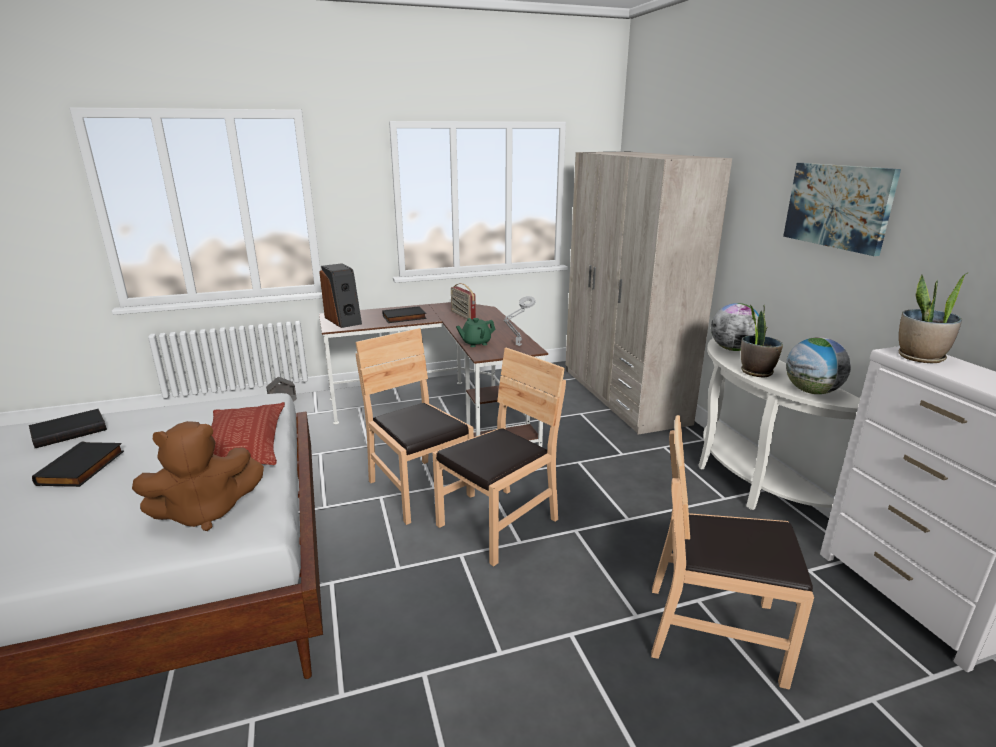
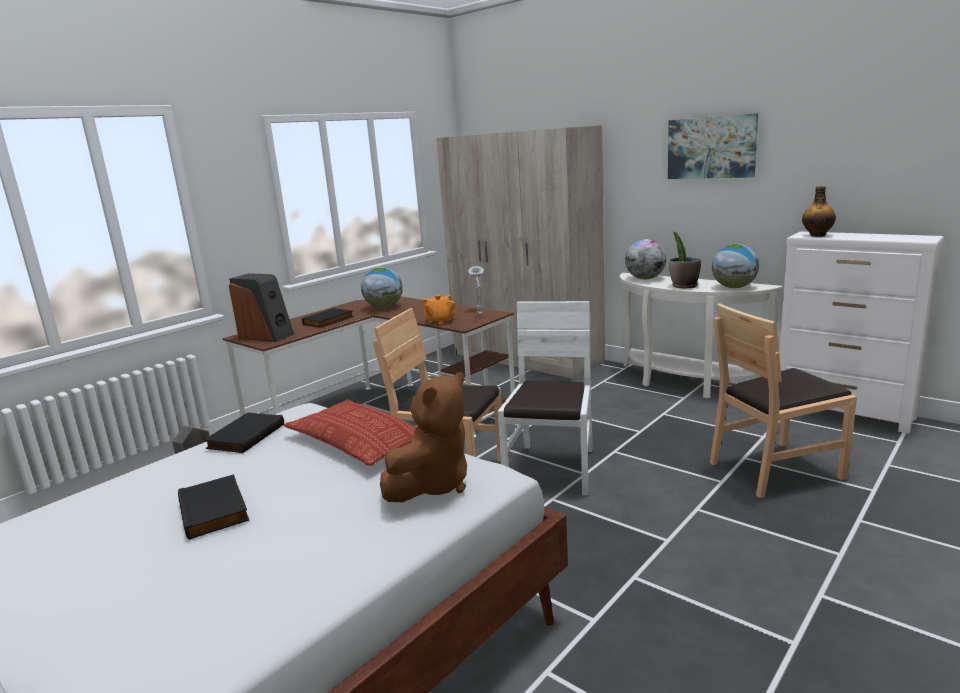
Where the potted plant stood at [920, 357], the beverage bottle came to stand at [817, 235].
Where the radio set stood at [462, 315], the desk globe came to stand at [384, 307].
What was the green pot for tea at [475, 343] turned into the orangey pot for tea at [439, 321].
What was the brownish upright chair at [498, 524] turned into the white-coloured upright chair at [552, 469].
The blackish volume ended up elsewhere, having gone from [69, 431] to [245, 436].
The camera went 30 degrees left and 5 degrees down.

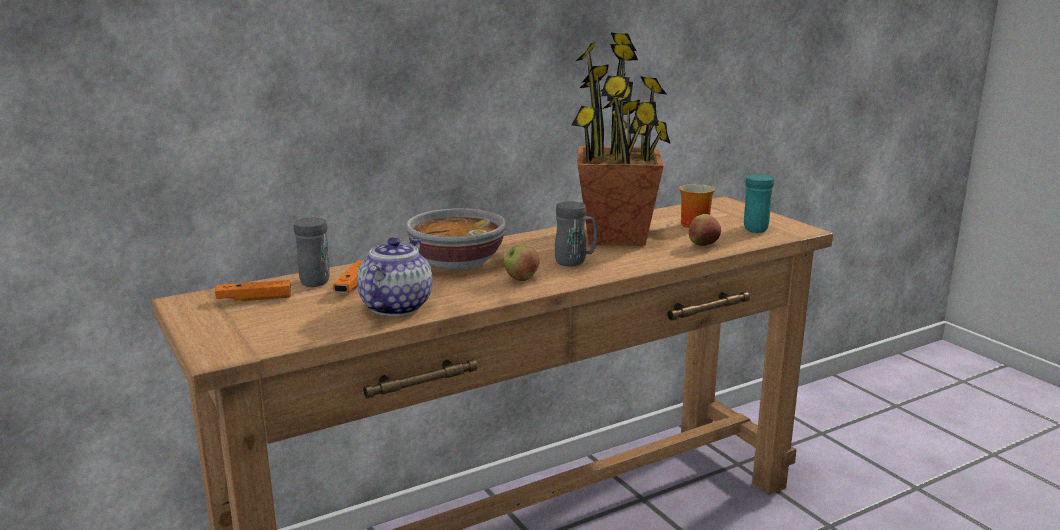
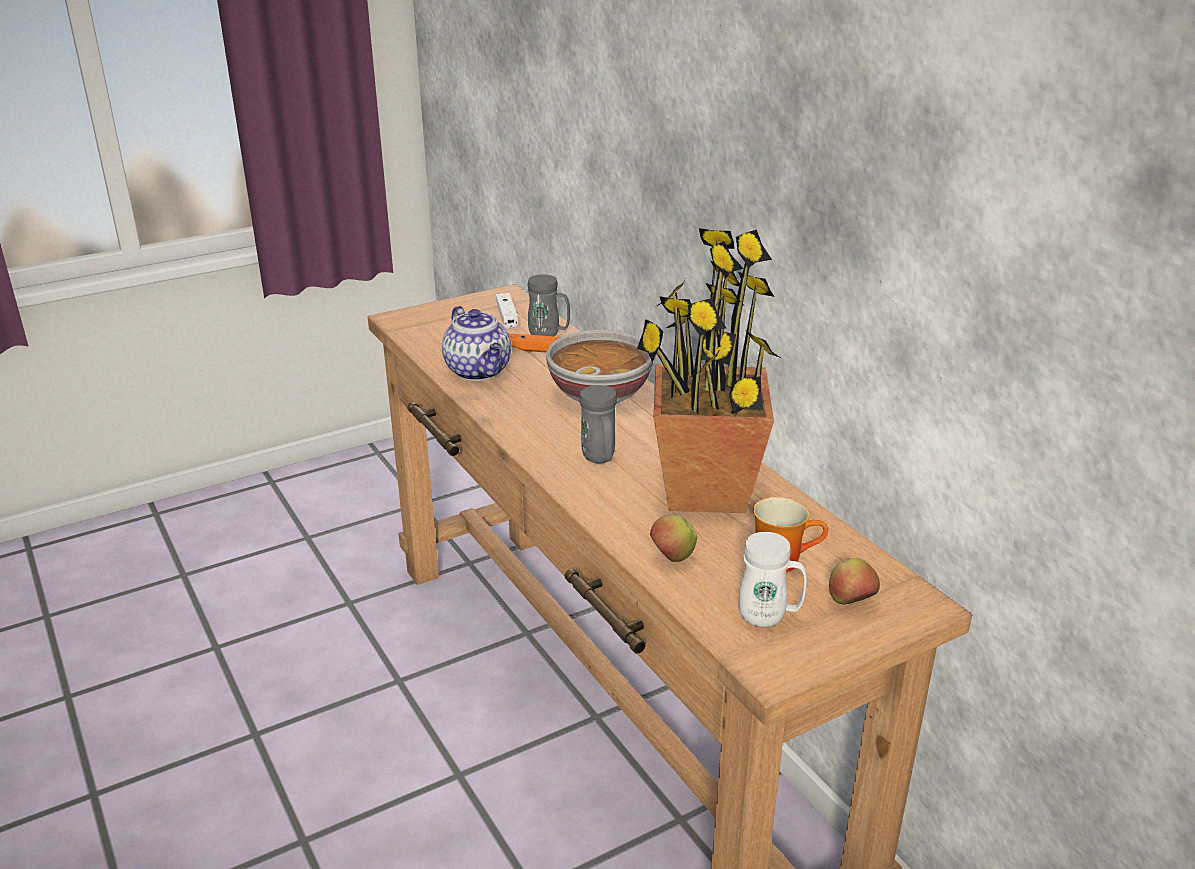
What was the turquoise coffee mug at [755, 228] turned into the white-coloured coffee mug at [769, 617].
The pot for tea at [396, 306] ended up facing another way, 45 degrees clockwise from before.
The apple fruit ended up elsewhere, having gone from [521, 280] to [851, 603].
What was the orangey gamepad at [254, 299] turned into the white-coloured gamepad at [507, 316].
The camera went 90 degrees right and 10 degrees up.

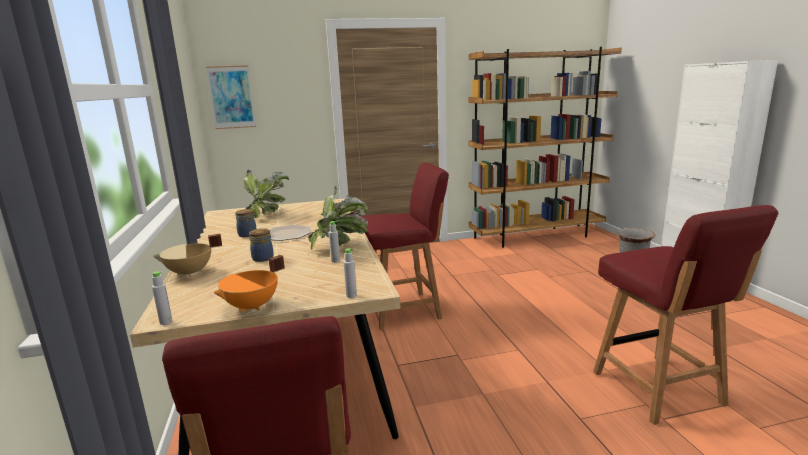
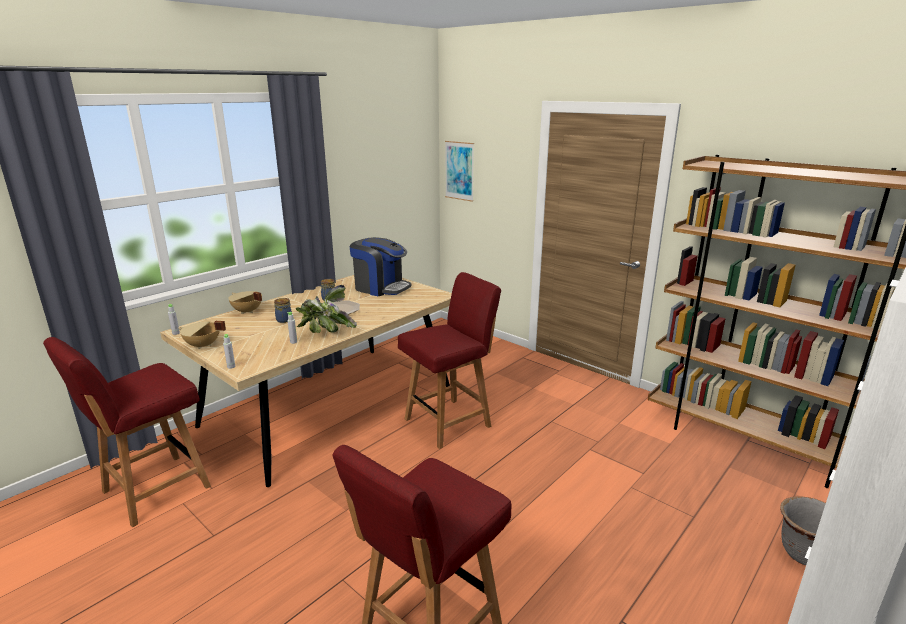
The red upright chair at [405, 310] ended up facing another way, 75 degrees counterclockwise from before.
Where the potted plant stood at [267, 215], the coffee machine came to stand at [381, 288].
What was the orangey cooking pot at [253, 307] turned into the beige cooking pot at [203, 346].
The camera went 55 degrees right and 5 degrees up.

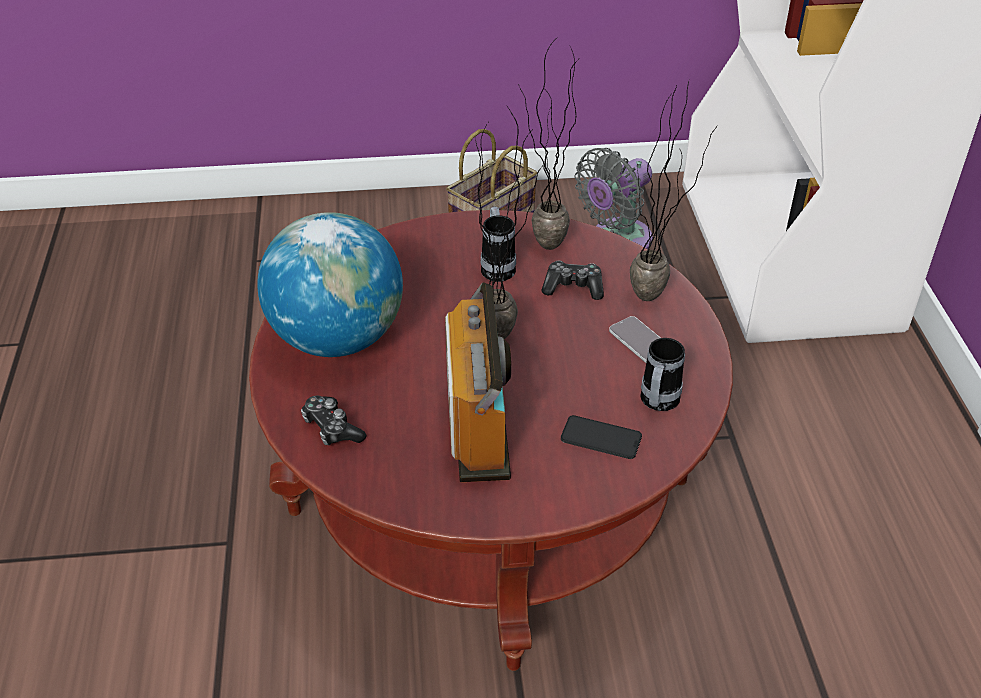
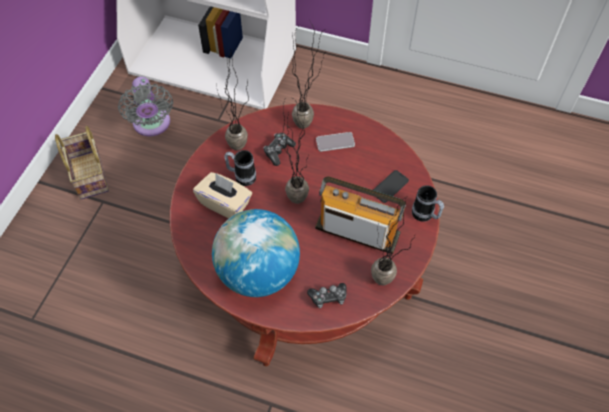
The coffee mug ended up elsewhere, having gone from [657, 403] to [425, 216].
The second view gained the beige tissue holder at [225, 204].
The second view gained the potted plant at [383, 287].
The camera went 65 degrees left and 15 degrees up.

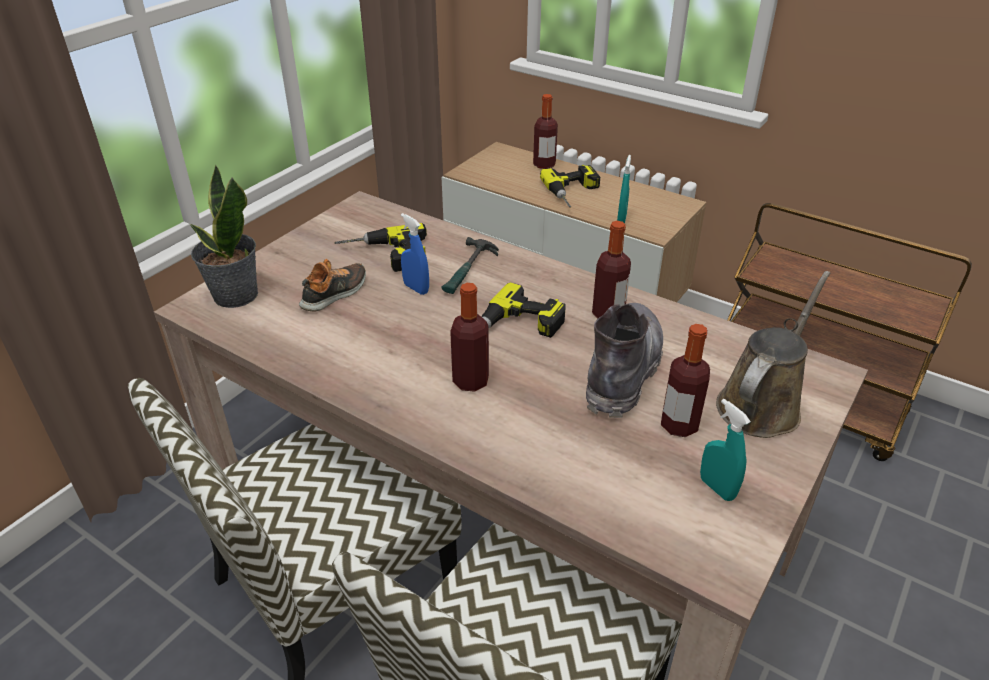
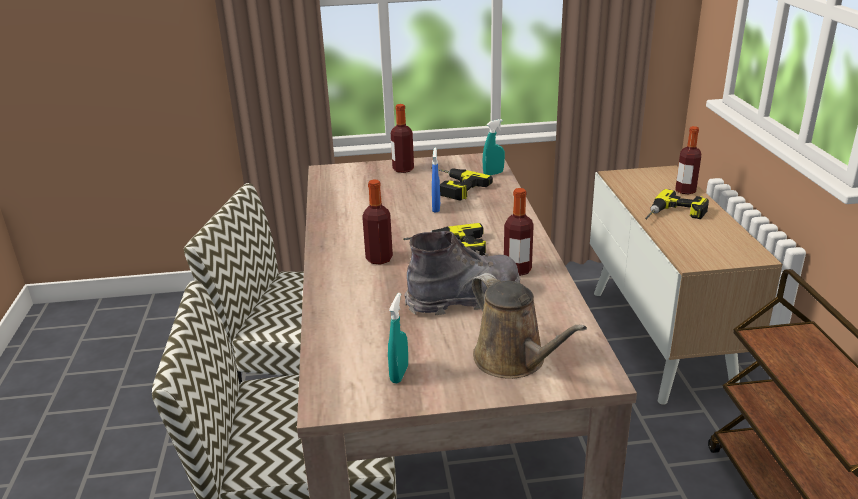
The turquoise sprayer ended up elsewhere, having gone from [621, 219] to [493, 174].
The second view lost the potted plant at [235, 295].
The second view lost the hand hammer at [468, 270].
The second view lost the item of footwear at [335, 293].
The brownish sprinkling can at [762, 404] ended up facing another way, 60 degrees clockwise from before.
The beverage bottle ended up elsewhere, having gone from [679, 425] to [403, 169].
The camera went 50 degrees right and 10 degrees down.

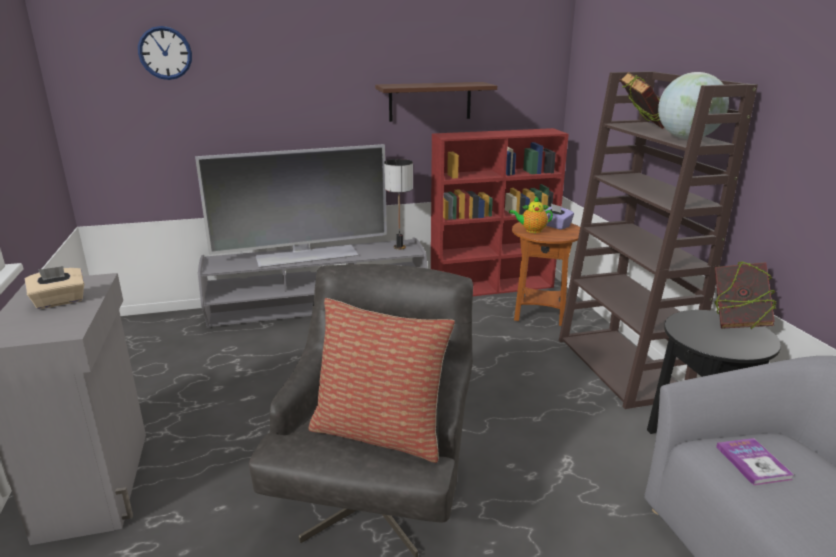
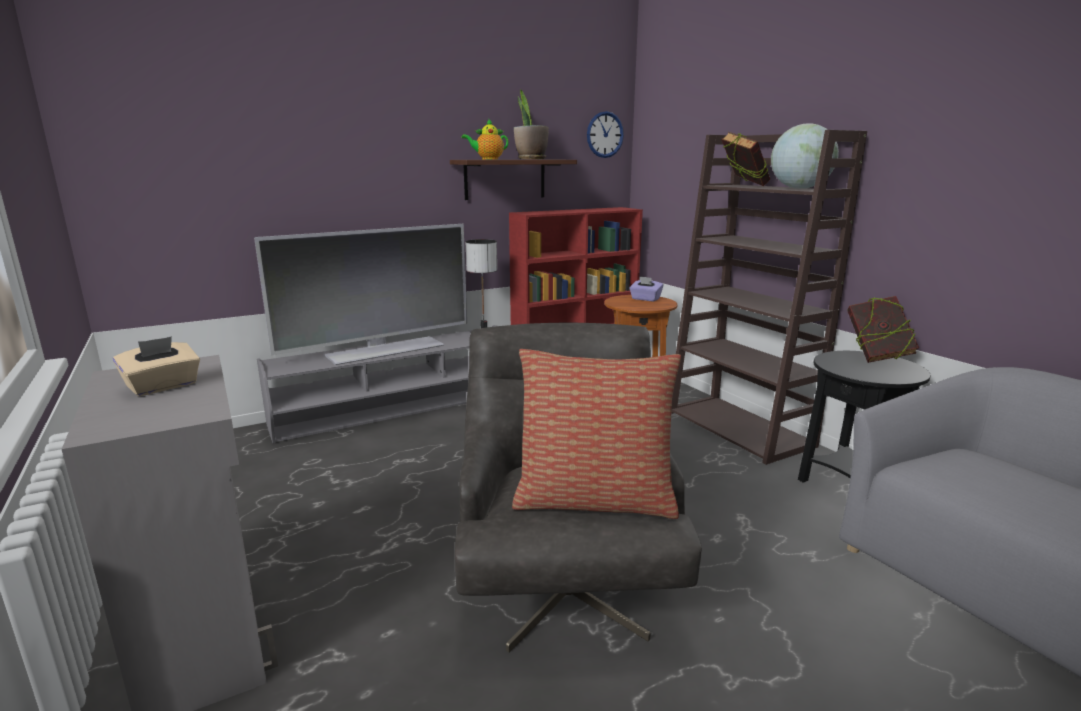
The hanging clock ended up elsewhere, having gone from [165, 53] to [605, 134].
The pot for tea ended up elsewhere, having gone from [531, 230] to [488, 159].
The second view lost the volume at [753, 463].
The second view gained the potted plant at [531, 159].
The camera went 15 degrees left and 5 degrees down.

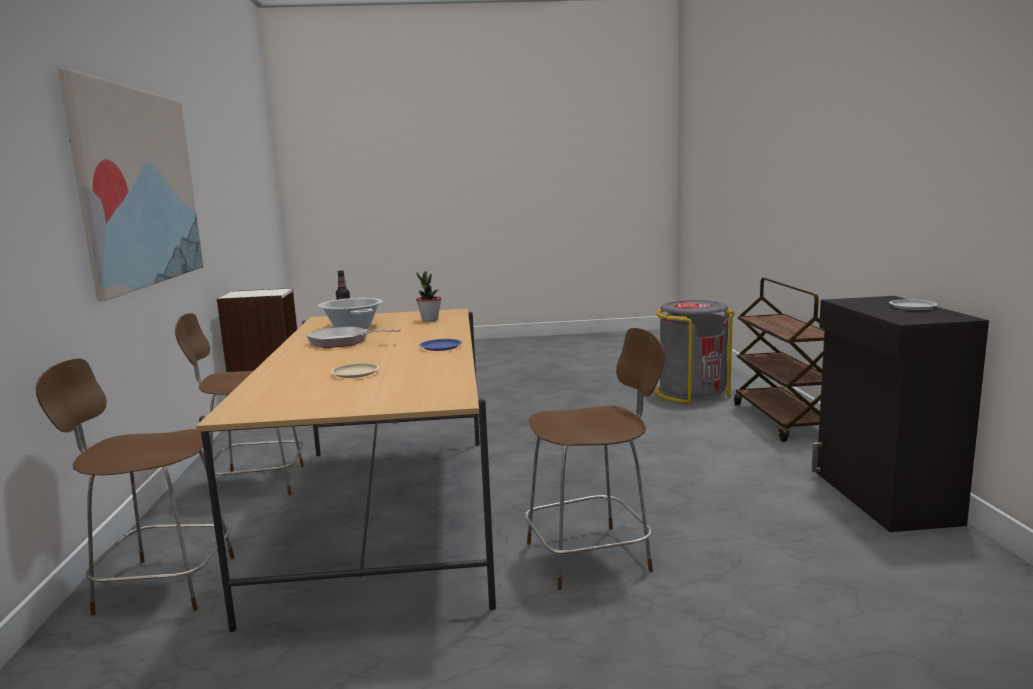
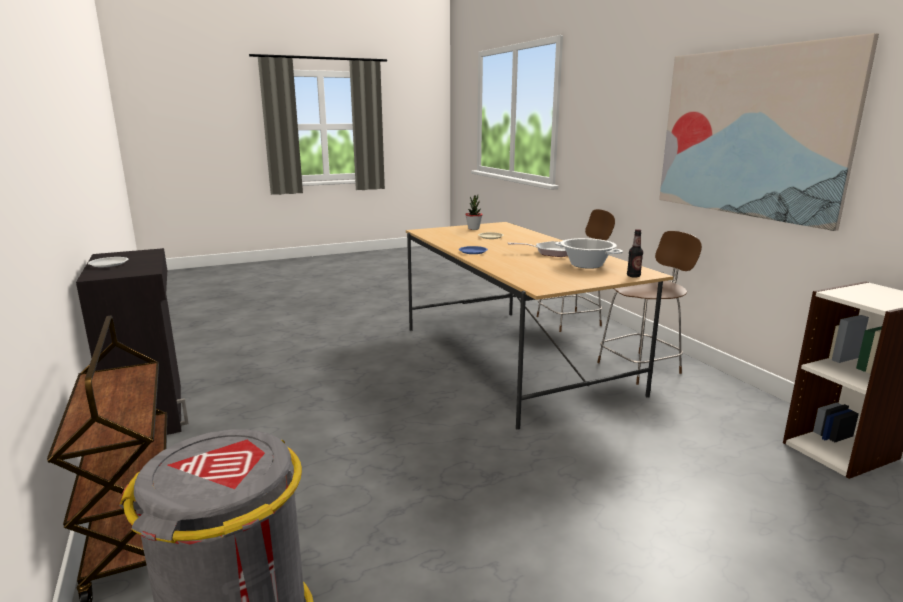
The potted plant ended up elsewhere, having gone from [430, 320] to [473, 229].
The second view lost the brownish upright chair at [592, 555].
The camera went 160 degrees right and 5 degrees up.

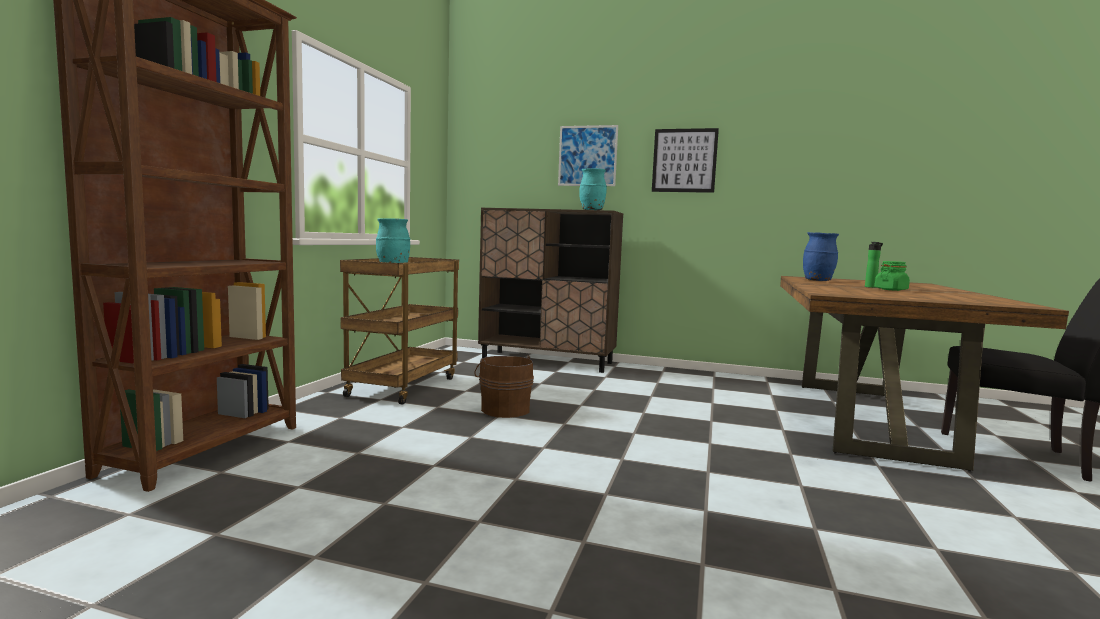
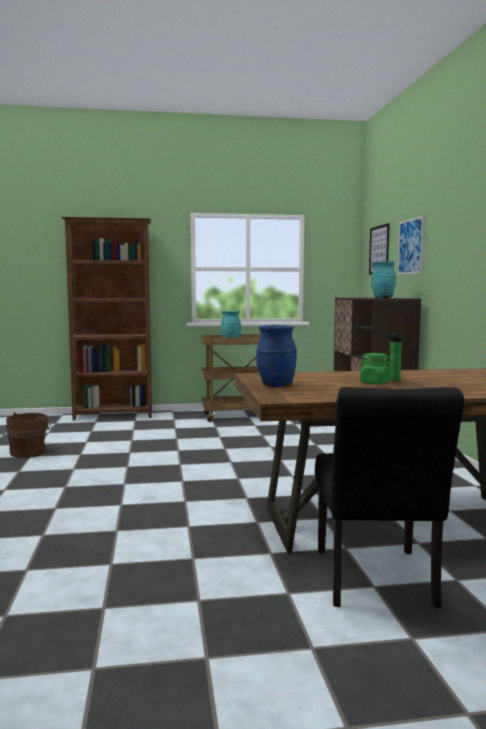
The wall art ended up elsewhere, having gone from [684, 160] to [379, 250].
The bluish decorative vase ended up elsewhere, having gone from [818, 280] to [276, 386].
The brownish water bucket ended up elsewhere, having gone from [504, 409] to [30, 452].
The camera went 65 degrees right and 0 degrees up.

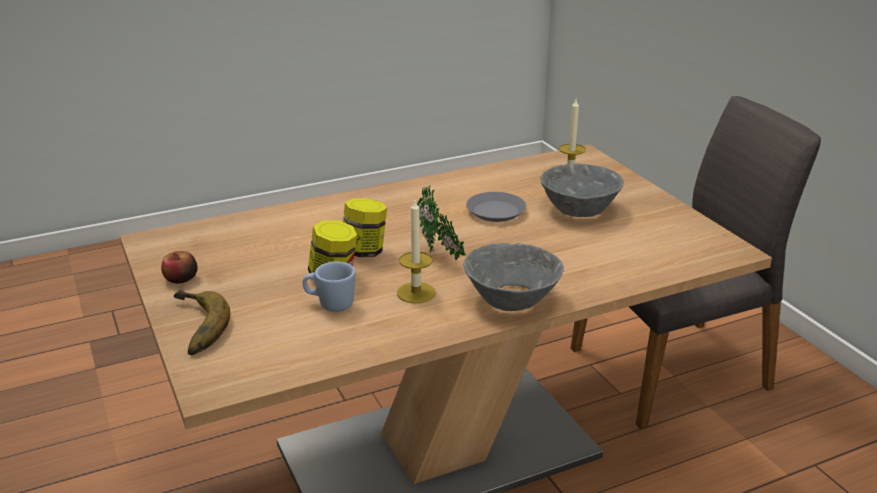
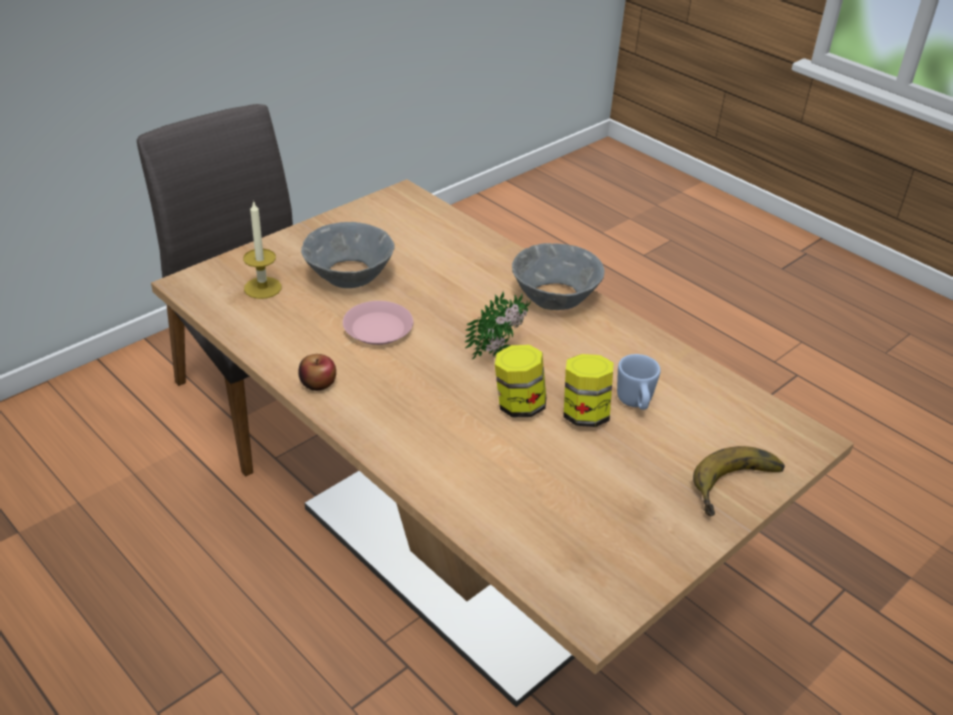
What was the gray plate at [496, 211] turned into the pink plate at [377, 328].
The second view lost the wax light at [416, 293].
The apple fruit ended up elsewhere, having gone from [181, 279] to [318, 383].
The camera went 110 degrees left and 10 degrees up.

